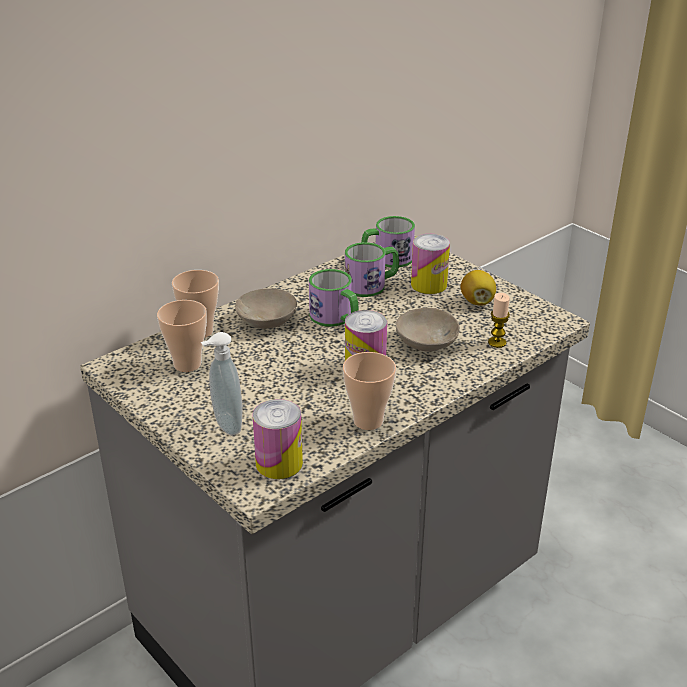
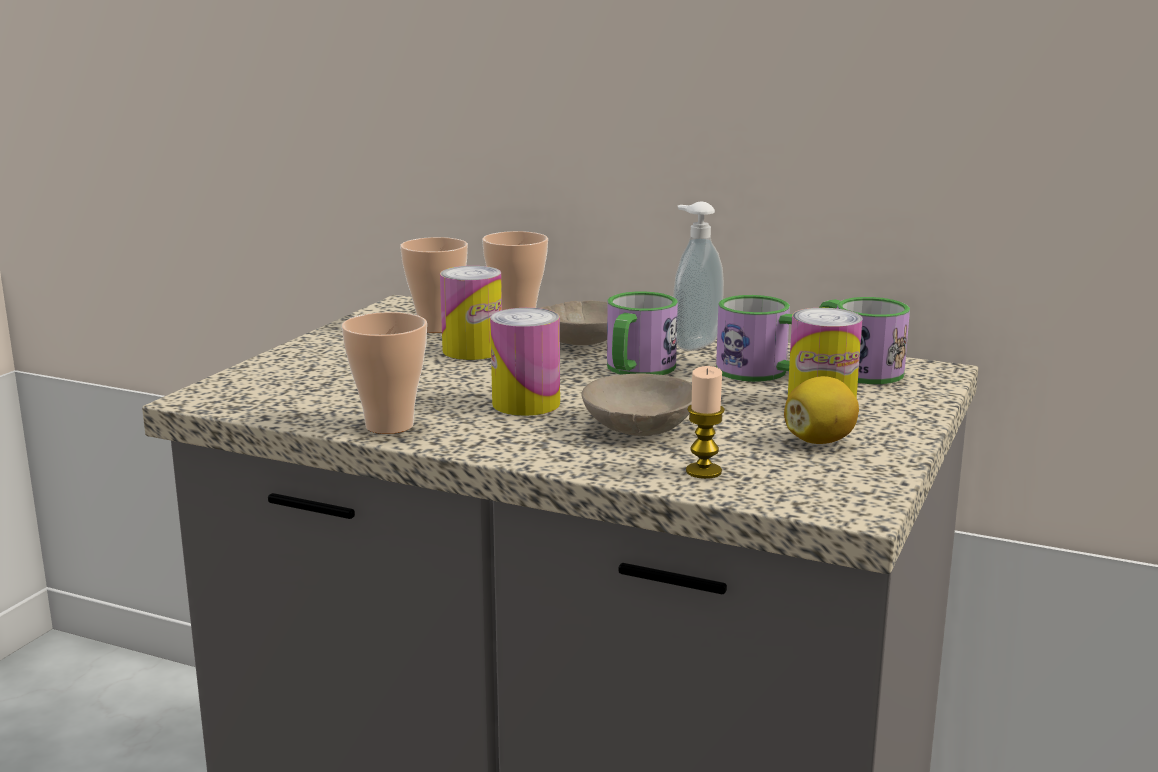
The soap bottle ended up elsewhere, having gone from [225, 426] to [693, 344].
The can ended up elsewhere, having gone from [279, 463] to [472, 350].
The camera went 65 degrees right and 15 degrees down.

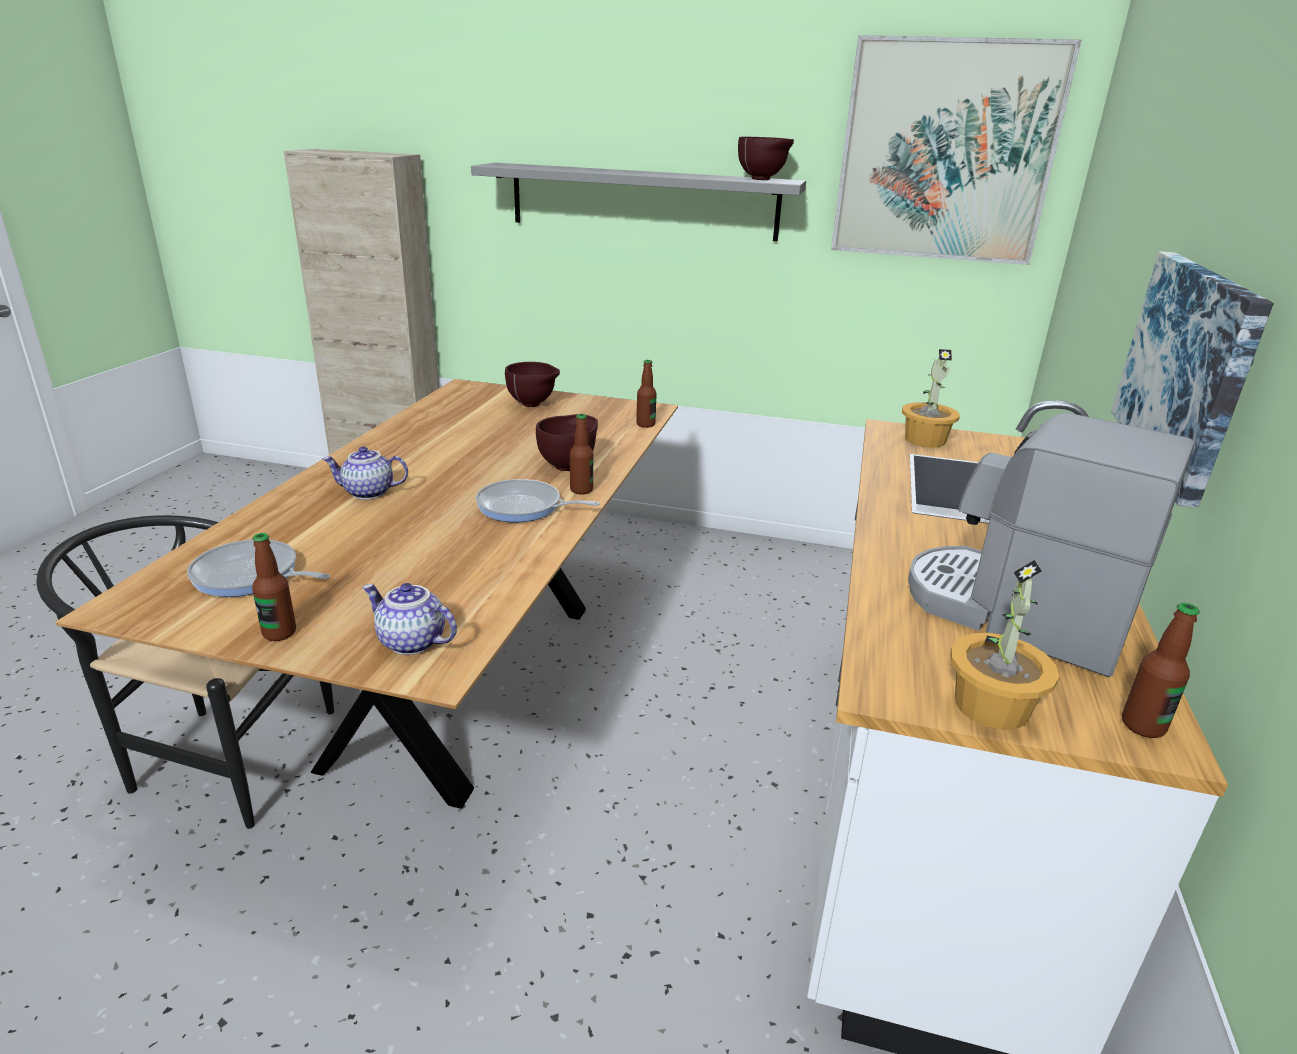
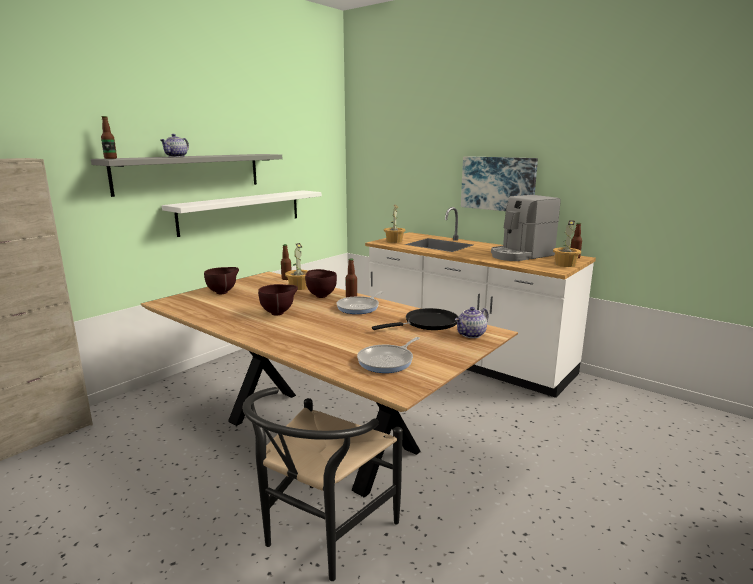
The second view lost the wall art at [945, 152].
The brownish serving bowl ended up elsewhere, having gone from [763, 179] to [279, 313].
The pot for tea ended up elsewhere, having gone from [368, 493] to [176, 156].
The beverage bottle ended up elsewhere, having gone from [279, 633] to [110, 158].
The second view gained the white-coloured shelf at [241, 211].
The second view gained the potted plant at [299, 287].
The second view gained the blackish skillet at [427, 323].
The camera went 65 degrees left and 10 degrees down.

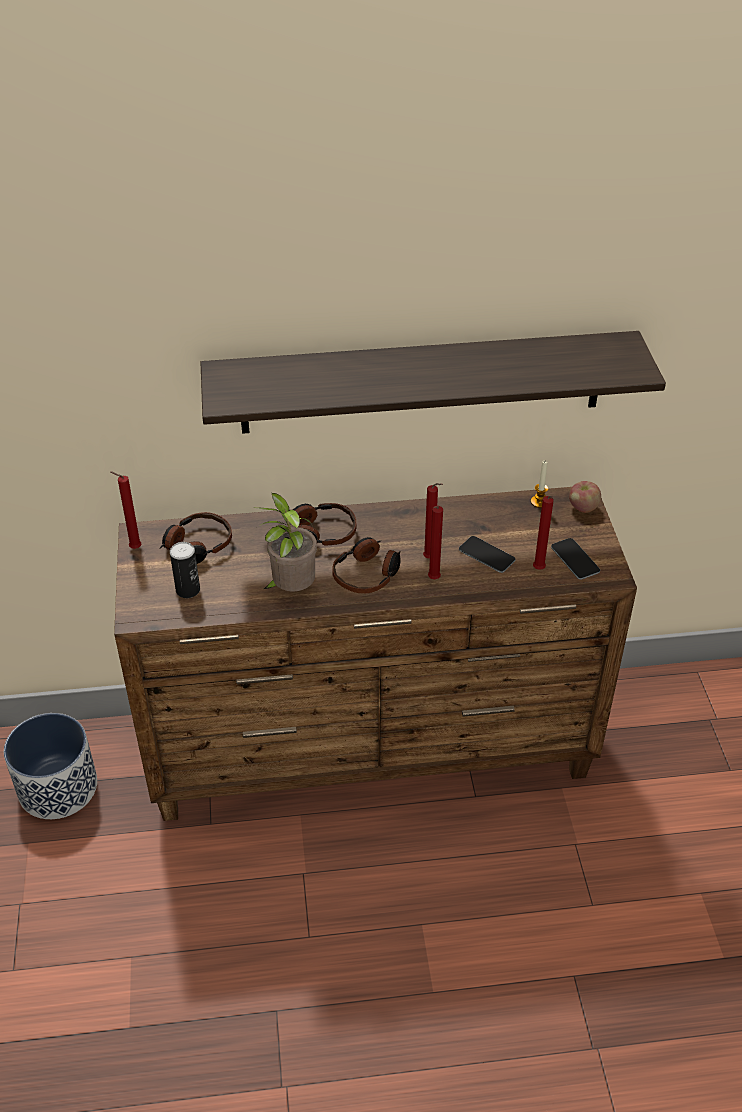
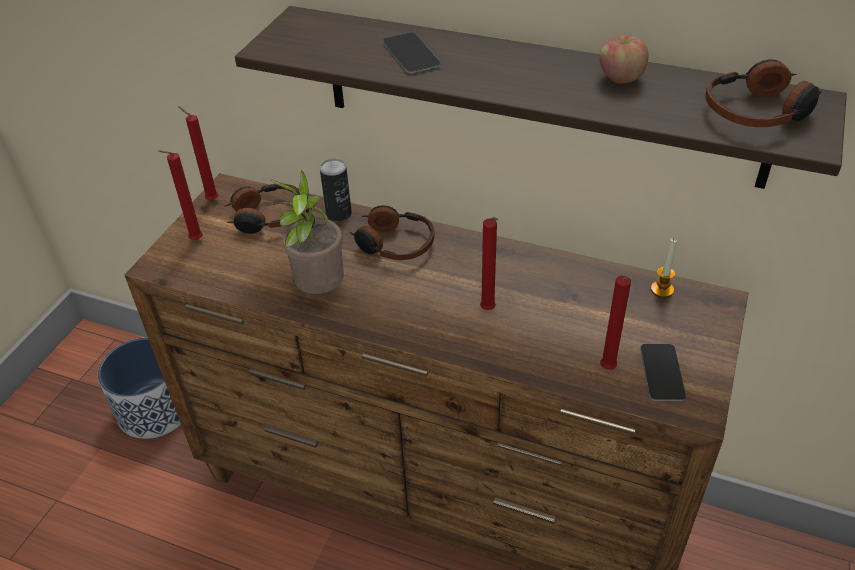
The apple fruit ended up elsewhere, having gone from [583, 507] to [620, 78].
The red wax light ended up elsewhere, having gone from [433, 580] to [194, 241].
The handset ended up elsewhere, having gone from [486, 555] to [411, 54].
The headphones ended up elsewhere, having gone from [367, 574] to [759, 111].
The can ended up elsewhere, having gone from [188, 590] to [339, 214].
The camera went 30 degrees right and 0 degrees up.

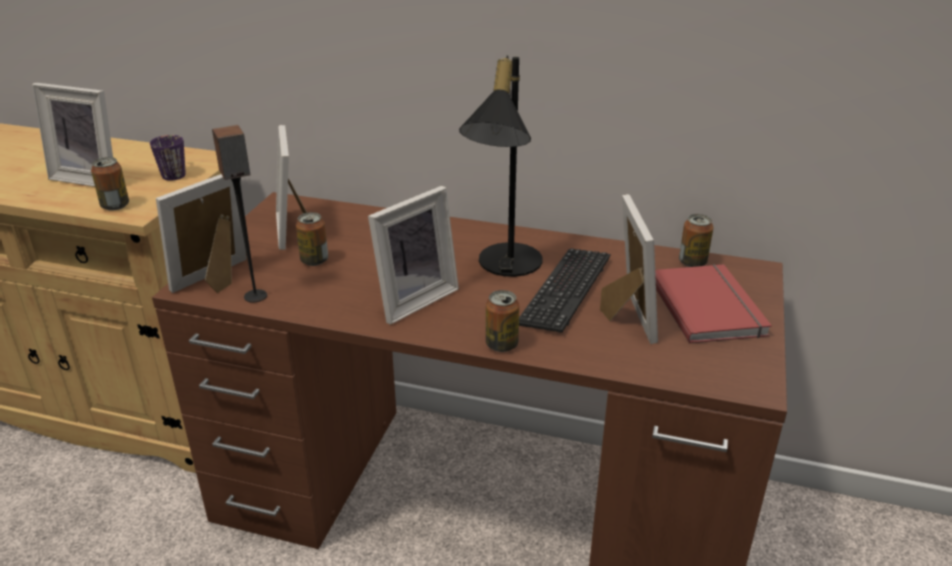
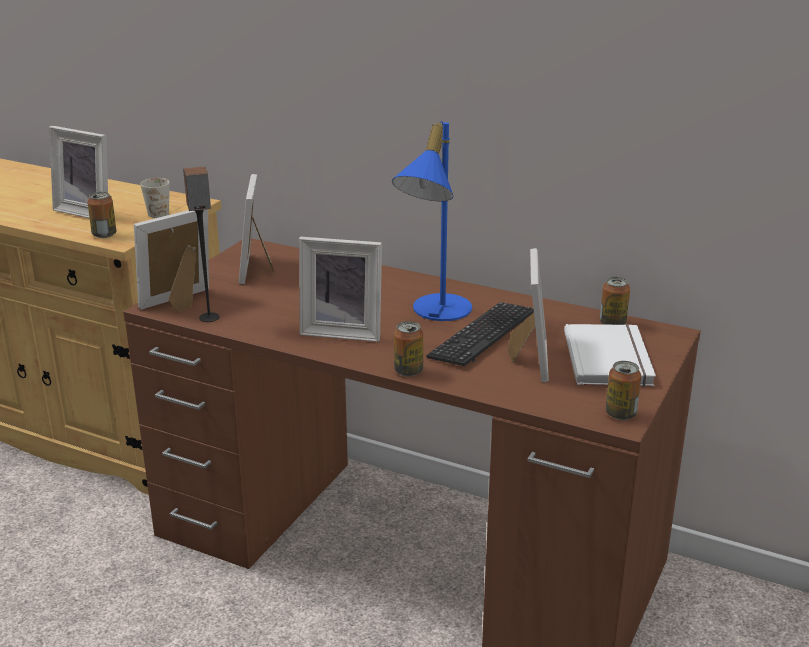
What was the blackish tabletop lamp at [503, 265] turned into the bluish tabletop lamp at [434, 311].
What was the purplish coffee mug at [175, 172] turned into the white-coloured coffee mug at [160, 212].
The standing frame at [412, 299] ended up facing another way, 45 degrees clockwise from before.
The can ended up elsewhere, having gone from [314, 260] to [620, 414].
What was the red volume at [709, 306] turned into the white-coloured volume at [611, 358].
The camera went 10 degrees right and 5 degrees down.

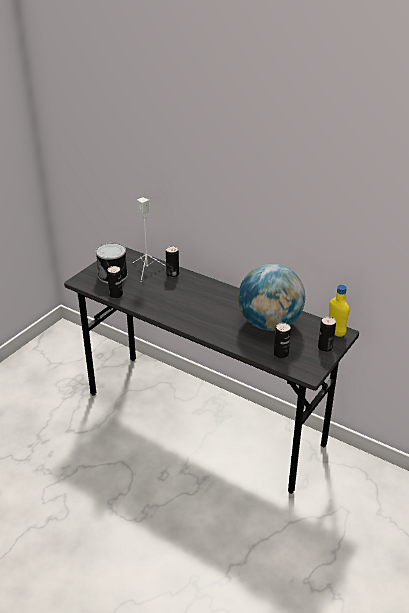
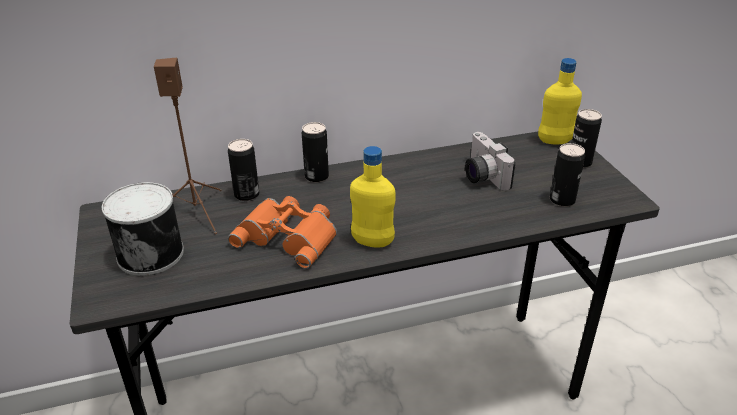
What was the white-coloured loudspeaker at [147, 270] turned into the brownish loudspeaker at [196, 211].
Where the desk globe stood at [269, 324], the photo camera came to stand at [481, 176].
The can ended up elsewhere, having gone from [116, 295] to [316, 176].
The second view gained the yellowish beverage bottle at [372, 242].
The second view gained the orangey pair of binoculars at [289, 236].
The camera went 50 degrees left and 0 degrees up.

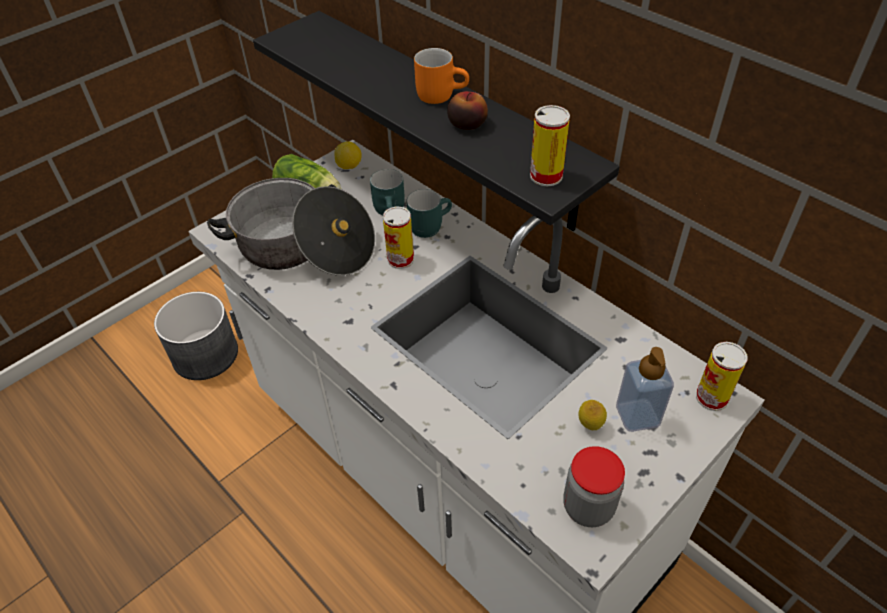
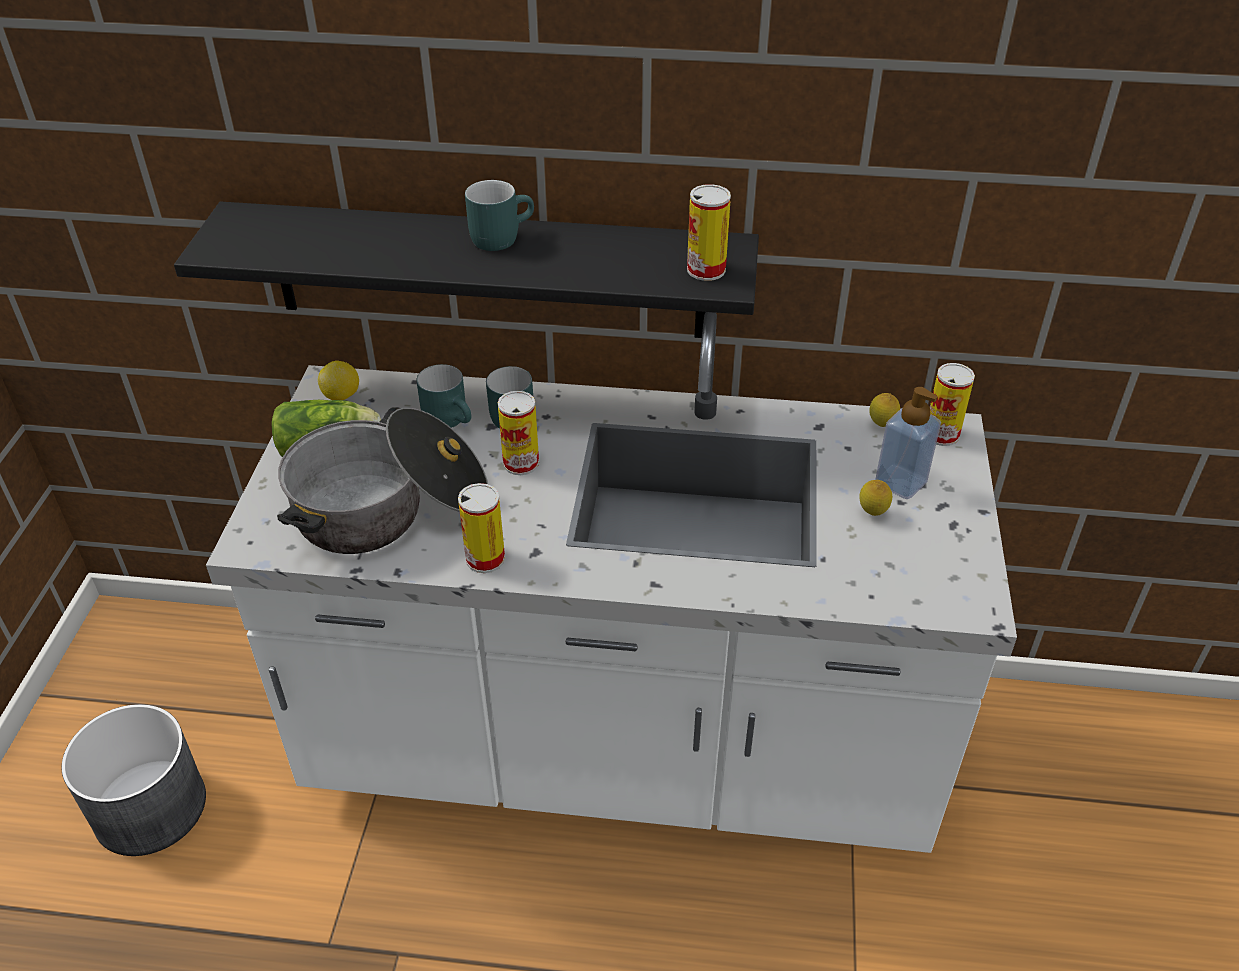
What was the orangey coffee mug at [441, 94] turned into the turquoise coffee mug at [500, 236].
The second view lost the apple fruit at [467, 124].
The second view lost the preserve jar at [588, 507].
The second view gained the whole lemon at [881, 426].
The second view gained the can at [485, 558].
The camera went 40 degrees left and 5 degrees down.

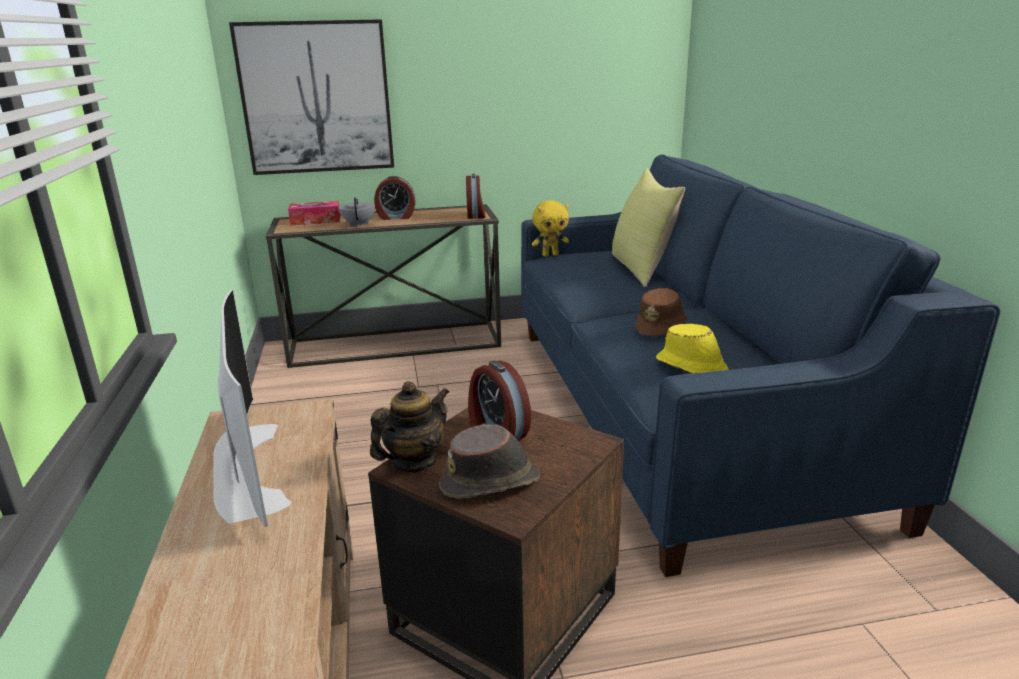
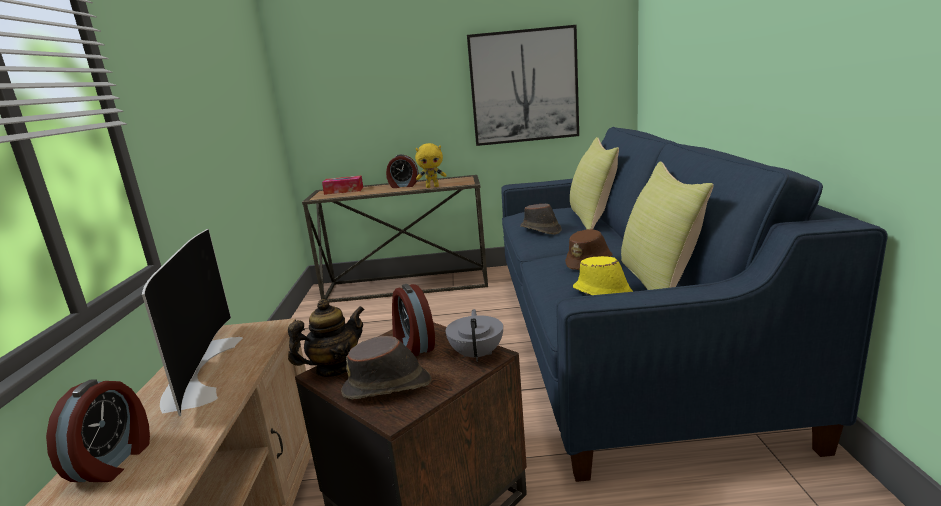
The wall art ended up elsewhere, having gone from [316, 98] to [524, 87].
The table clock ended up elsewhere, having gone from [476, 215] to [114, 461].
The gray pot for tea ended up elsewhere, having gone from [359, 224] to [477, 354].
The yellowish plush toy ended up elsewhere, having gone from [550, 255] to [432, 186].
The second view gained the yellowish throw pillow at [659, 282].
The second view gained the brownish hat at [540, 230].
The camera went 10 degrees right and 5 degrees down.

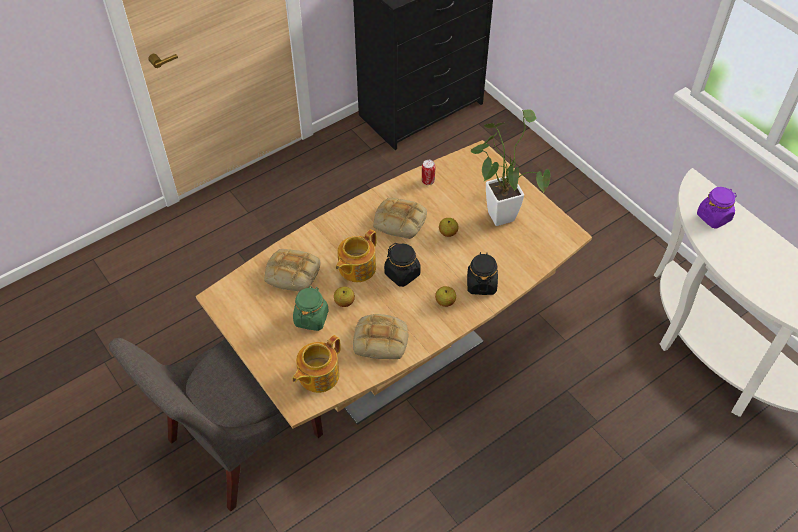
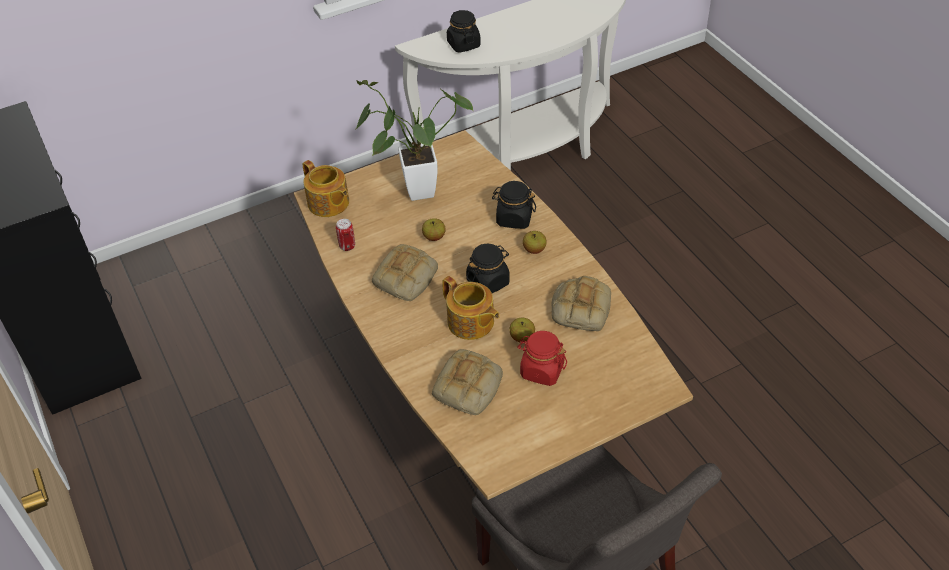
What was the purplish preserve jar at [713, 217] turned into the blackish preserve jar at [463, 44].
What was the green preserve jar at [311, 318] turned into the red preserve jar at [541, 370].
The pot for tea ended up elsewhere, having gone from [317, 375] to [328, 204].
The camera went 80 degrees left and 5 degrees down.

